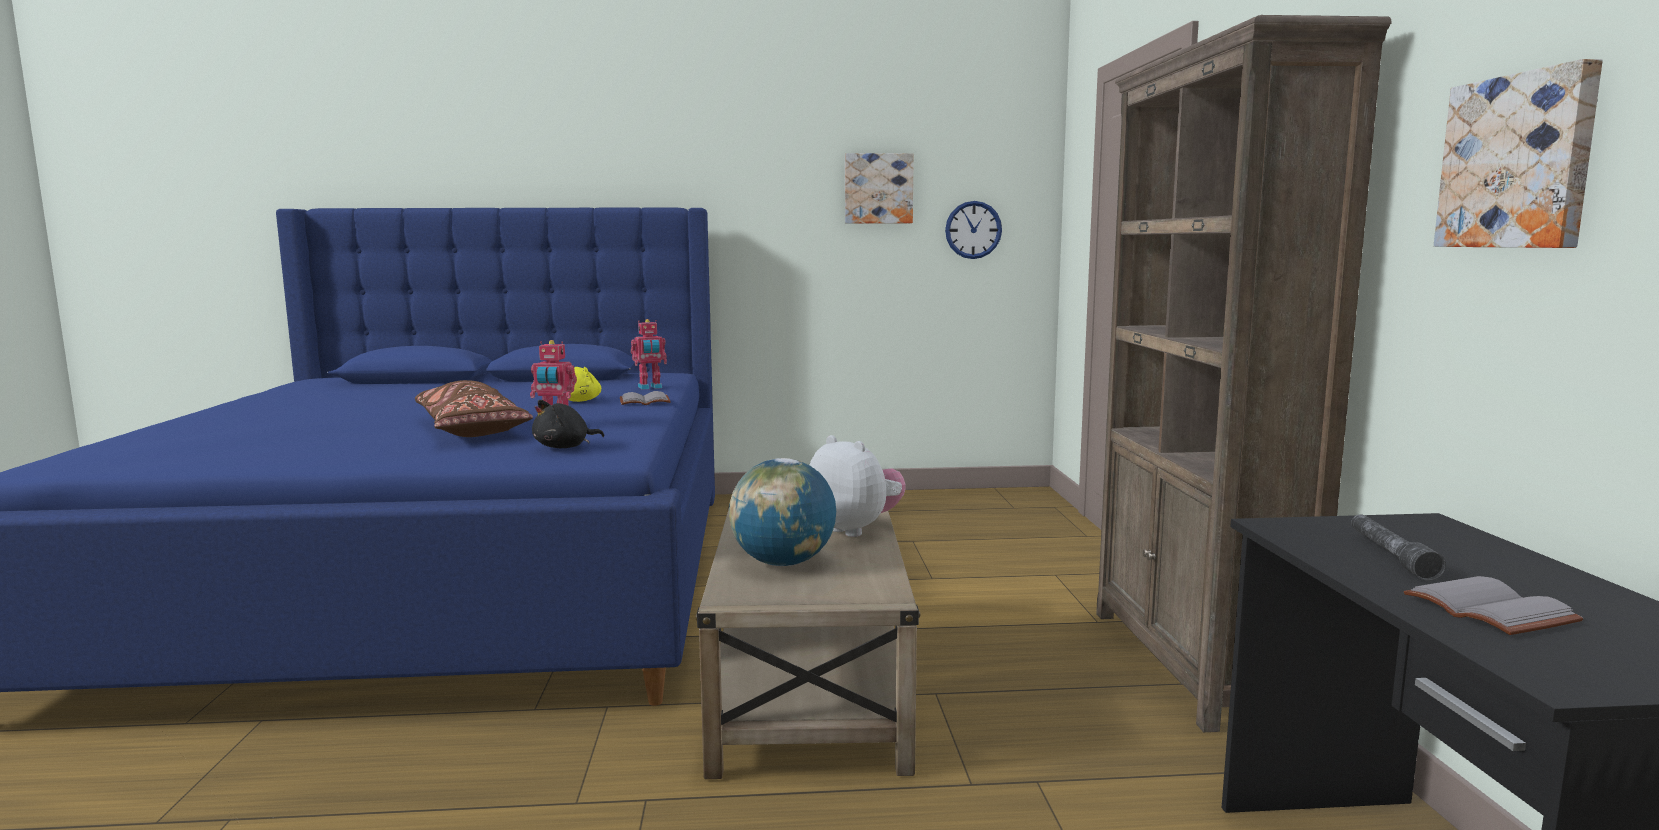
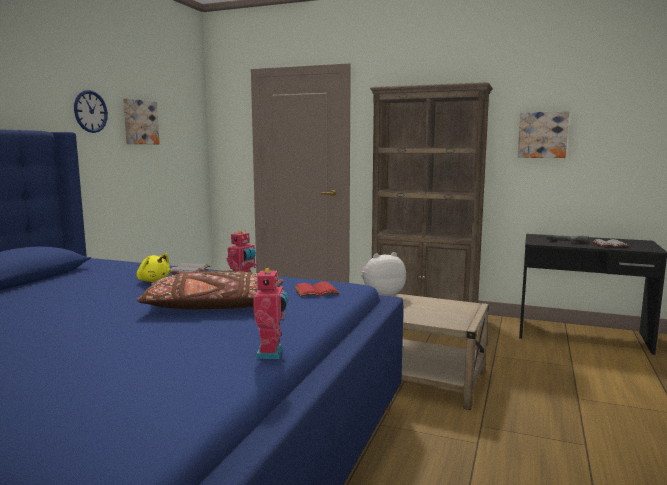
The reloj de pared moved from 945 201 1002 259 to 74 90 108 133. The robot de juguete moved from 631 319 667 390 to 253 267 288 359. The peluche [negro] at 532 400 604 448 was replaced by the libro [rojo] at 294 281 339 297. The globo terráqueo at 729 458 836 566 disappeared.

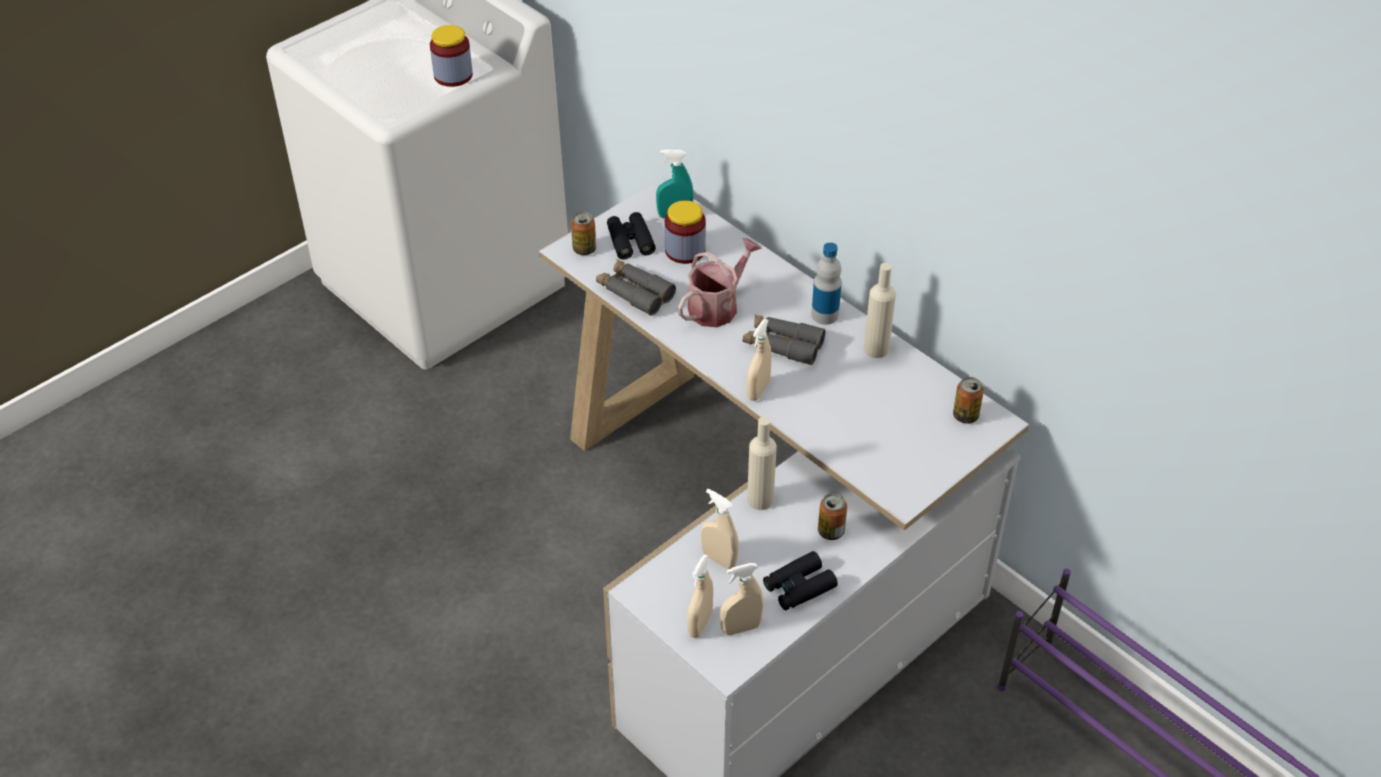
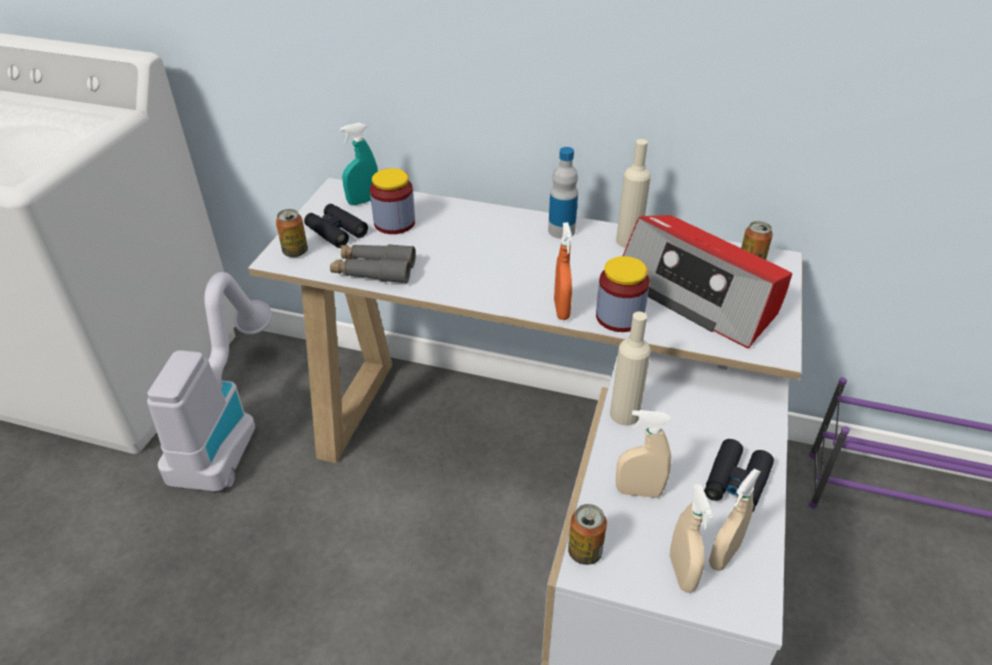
The aspiradora at 147 272 272 491 appeared. The pulverizador [beis] at 747 319 772 401 became the pulverizador [naranja] at 554 222 572 320. The lata moved from 818 493 847 540 to 568 504 607 565. The tarro moved from 430 25 473 87 to 596 256 650 332. The radio at 623 215 792 349 appeared. The regadera at 678 238 762 327 disappeared. The prismáticos [gris] at 743 315 826 365 disappeared.

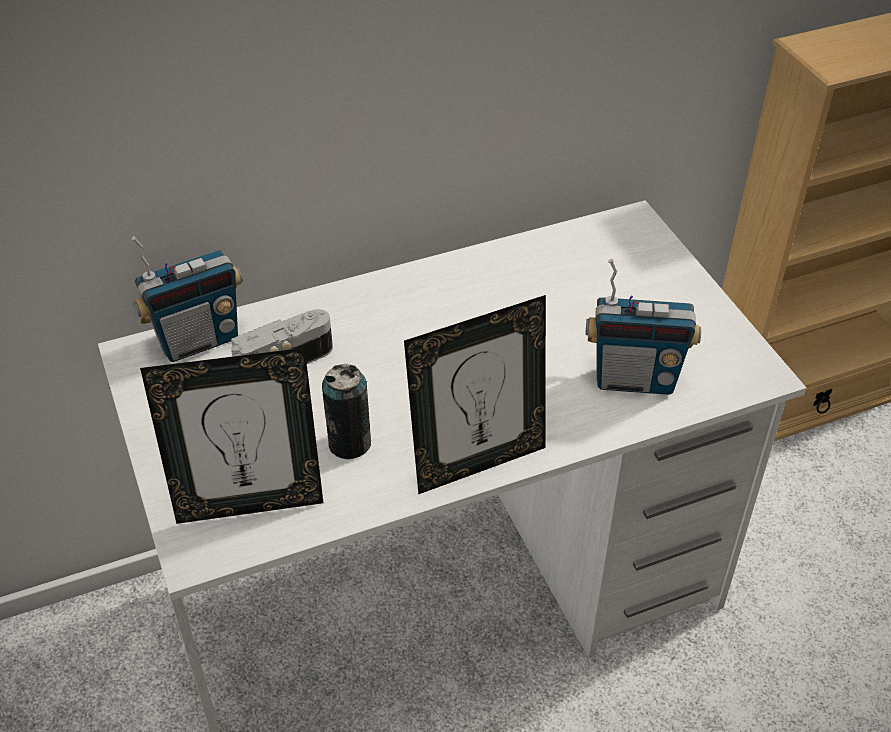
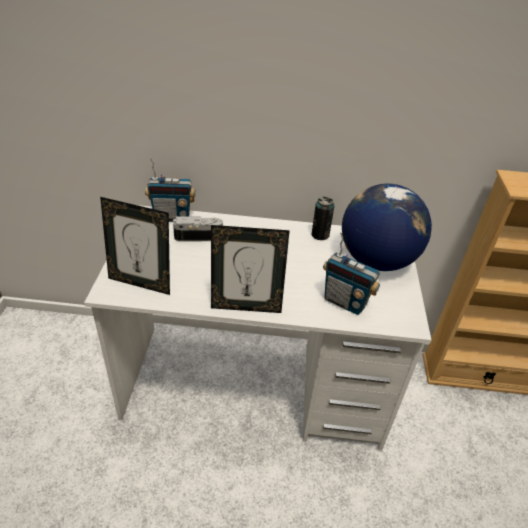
The lata moved from 322 364 371 460 to 311 197 334 240. The globo terráqueo at 342 184 432 271 appeared.

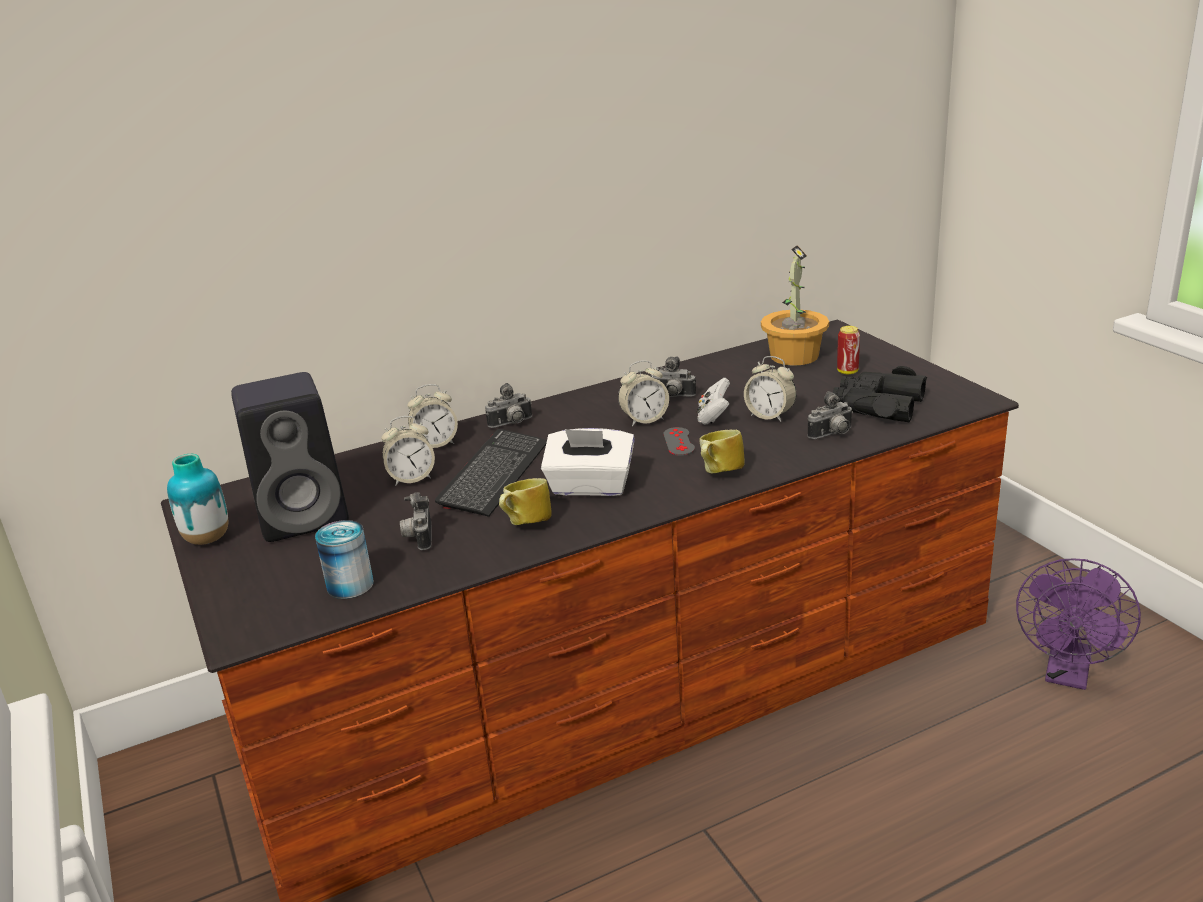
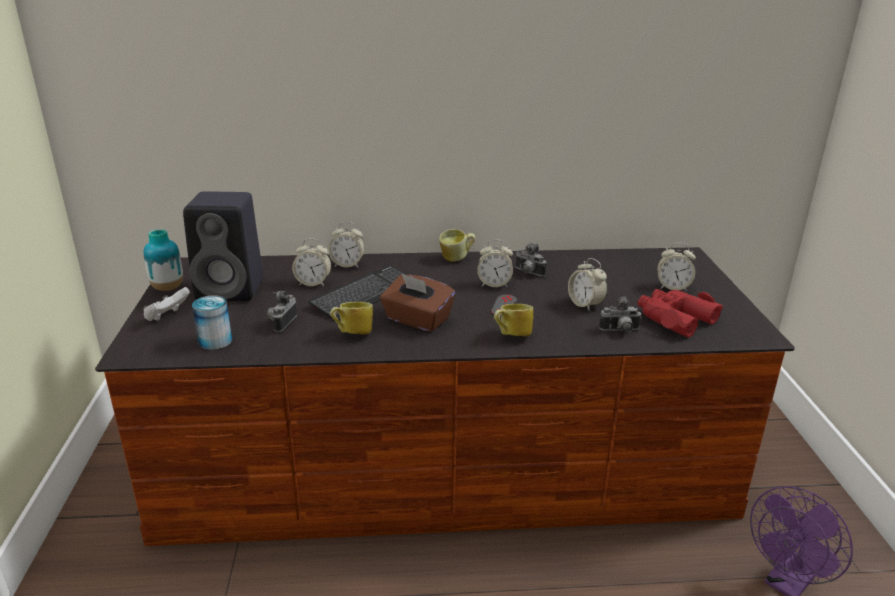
The mando de consola [blanco] moved from 696 378 730 425 to 143 287 190 321. The caja de pañuelos [blanco] at 541 428 635 496 became the caja de pañuelos [marrón] at 380 274 455 332. The taza grande at 439 229 475 262 appeared. The prismáticos [negro] at 833 366 927 422 became the prismáticos [rojo] at 638 289 723 338. The lata at 837 326 860 374 was replaced by the despertador at 657 243 696 291. The cámara at 485 383 532 428 disappeared. The planta en maceta at 761 245 829 366 disappeared.

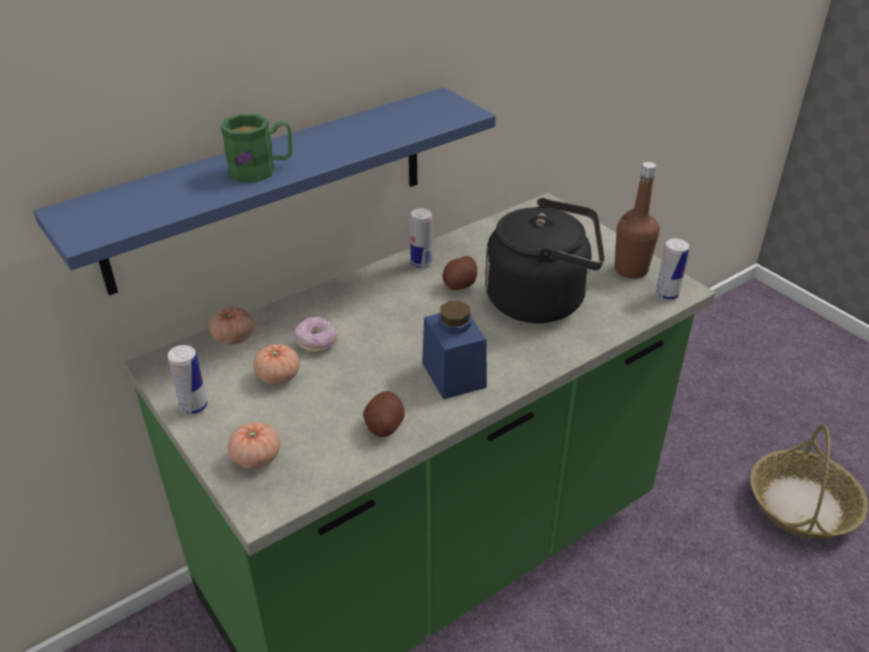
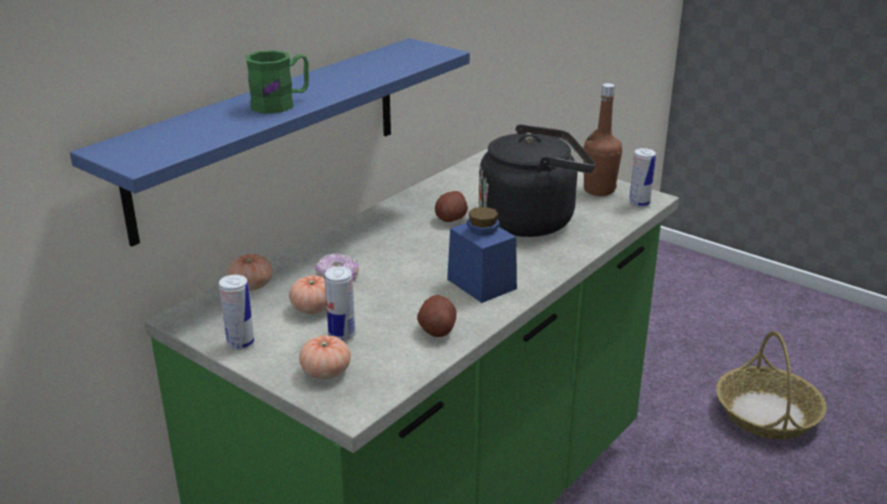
The lata moved from 410 208 432 268 to 325 267 355 341.

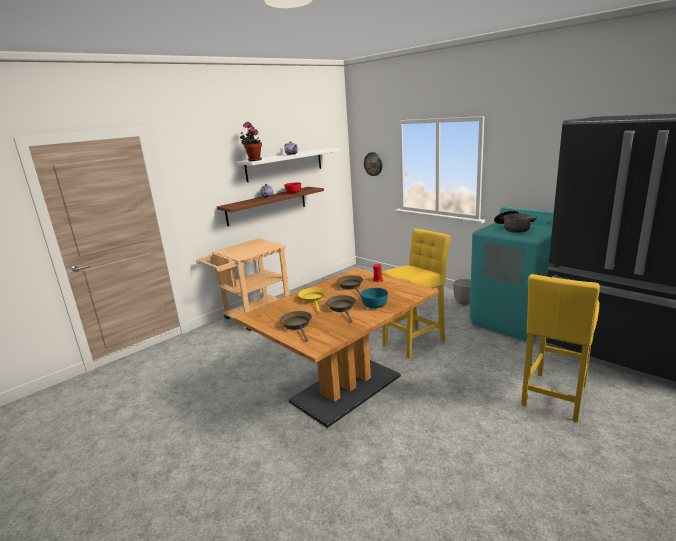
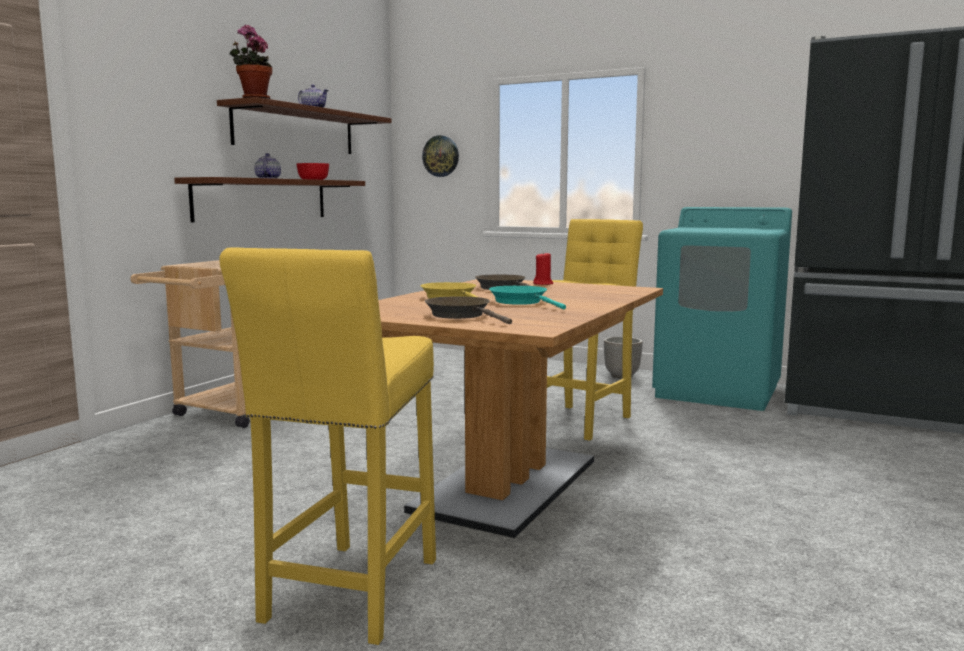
The estante [blanco] at 237 148 341 182 became the estante [marrón] at 217 97 392 154. The taburete [amarillo] moved from 521 274 600 422 to 219 247 436 645. The sartén [marrón] at 326 295 356 322 became the sartén [turquesa] at 489 286 566 309. The cuenco [turquesa] at 361 288 388 309 disappeared. The olla at 494 211 537 233 disappeared.

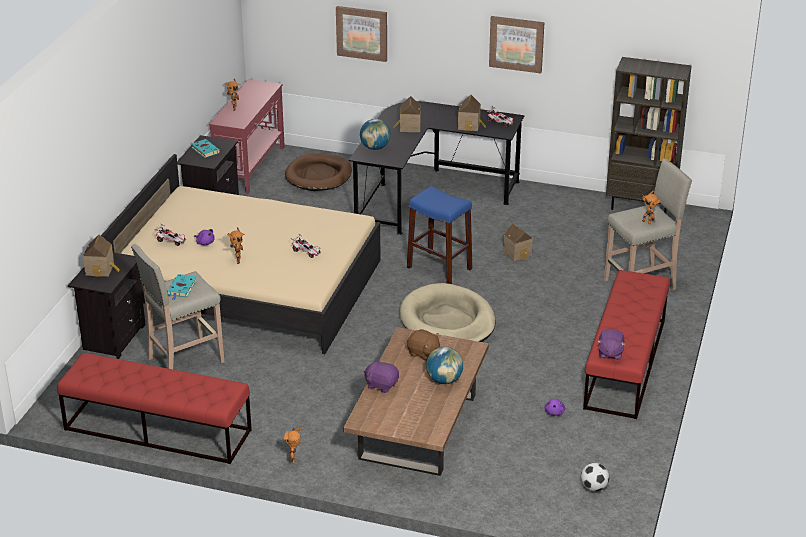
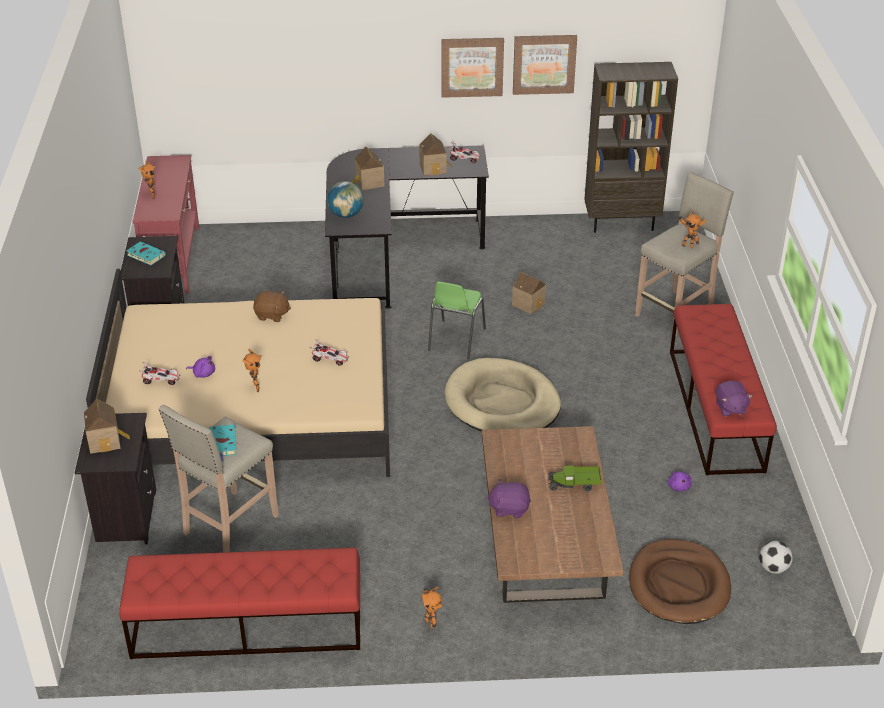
The peluche [marrón] moved from 407 329 440 361 to 253 291 291 322. The taburete [azul] at 407 186 472 284 was replaced by the silla [verde] at 428 282 486 359. The cuadro moved from 336 6 387 62 to 513 35 577 95. The globo terráqueo at 426 347 463 384 was replaced by the camión de juguete at 548 465 602 492. The cama para perro [marrón] moved from 285 153 352 191 to 629 539 731 624.

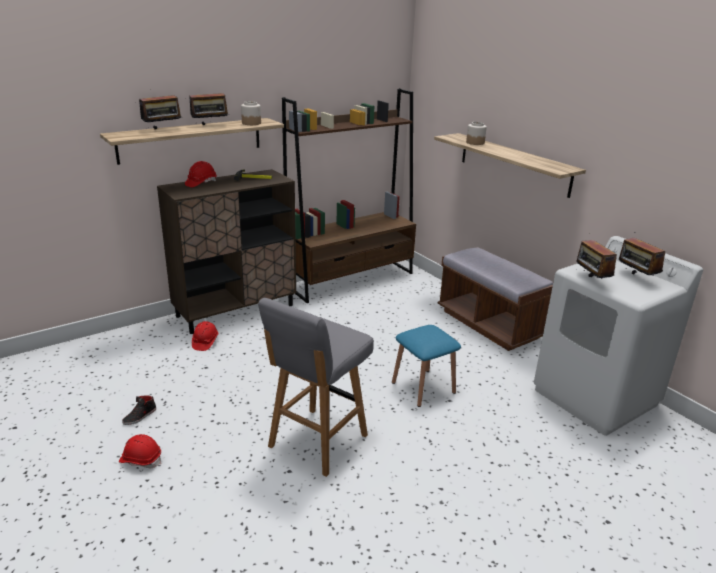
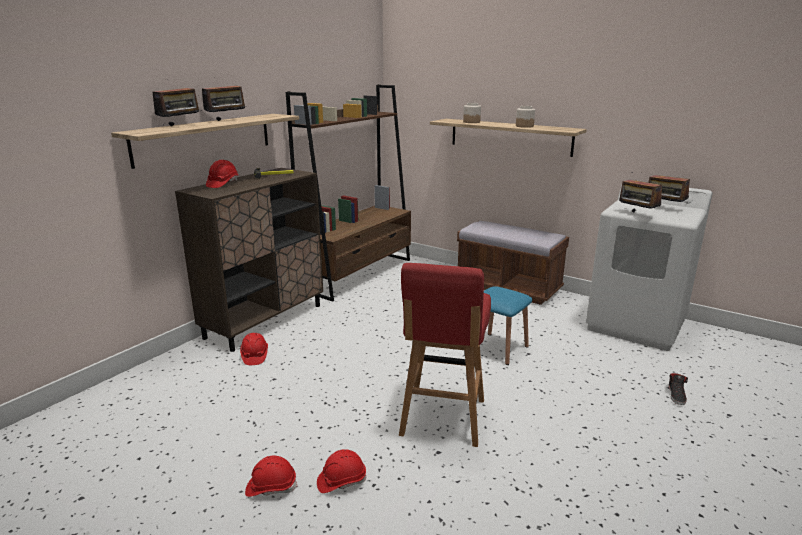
The casco [rojo] at 317 449 366 493 appeared. The taburete [gris] at 258 298 374 477 became the taburete [rojo] at 399 263 491 447. The tarro moved from 241 101 261 125 to 516 106 535 128. The zapato [negro] moved from 122 396 156 425 to 668 373 688 405.

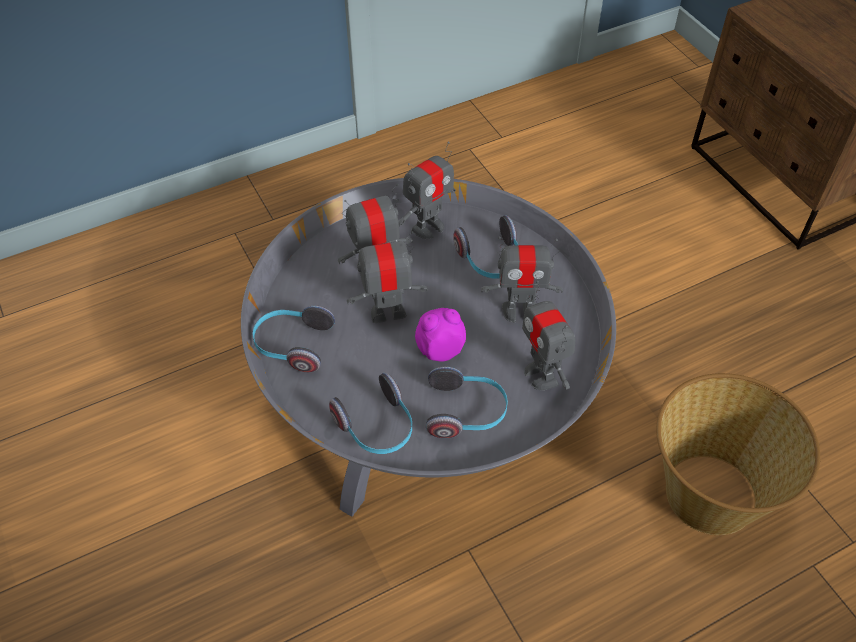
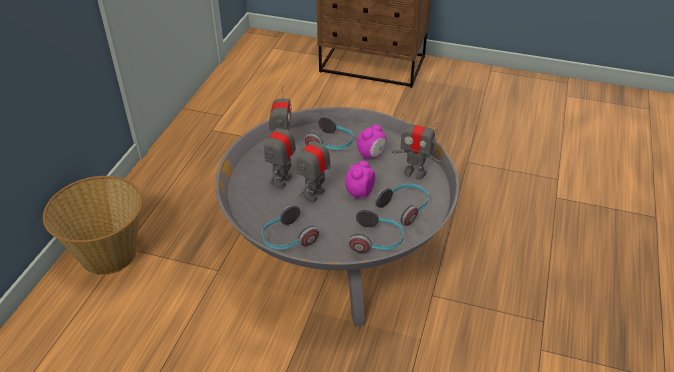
The cesta moved from 656 373 820 535 to 43 176 143 275. The robot de juguete at 481 236 563 323 was replaced by the despertador at 357 125 386 159.

